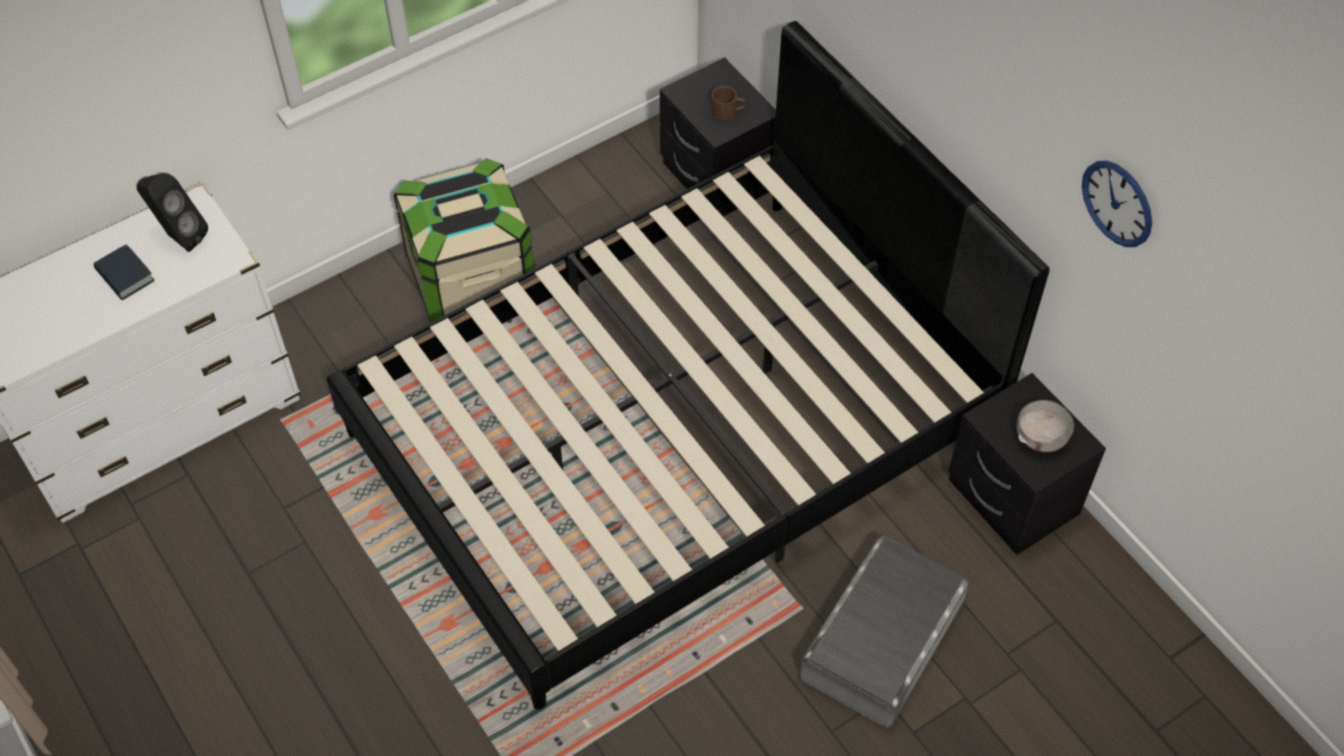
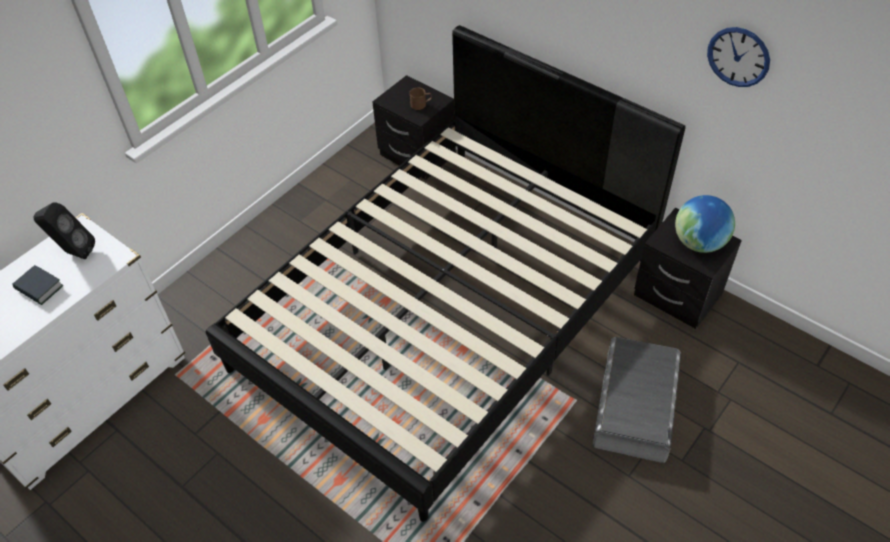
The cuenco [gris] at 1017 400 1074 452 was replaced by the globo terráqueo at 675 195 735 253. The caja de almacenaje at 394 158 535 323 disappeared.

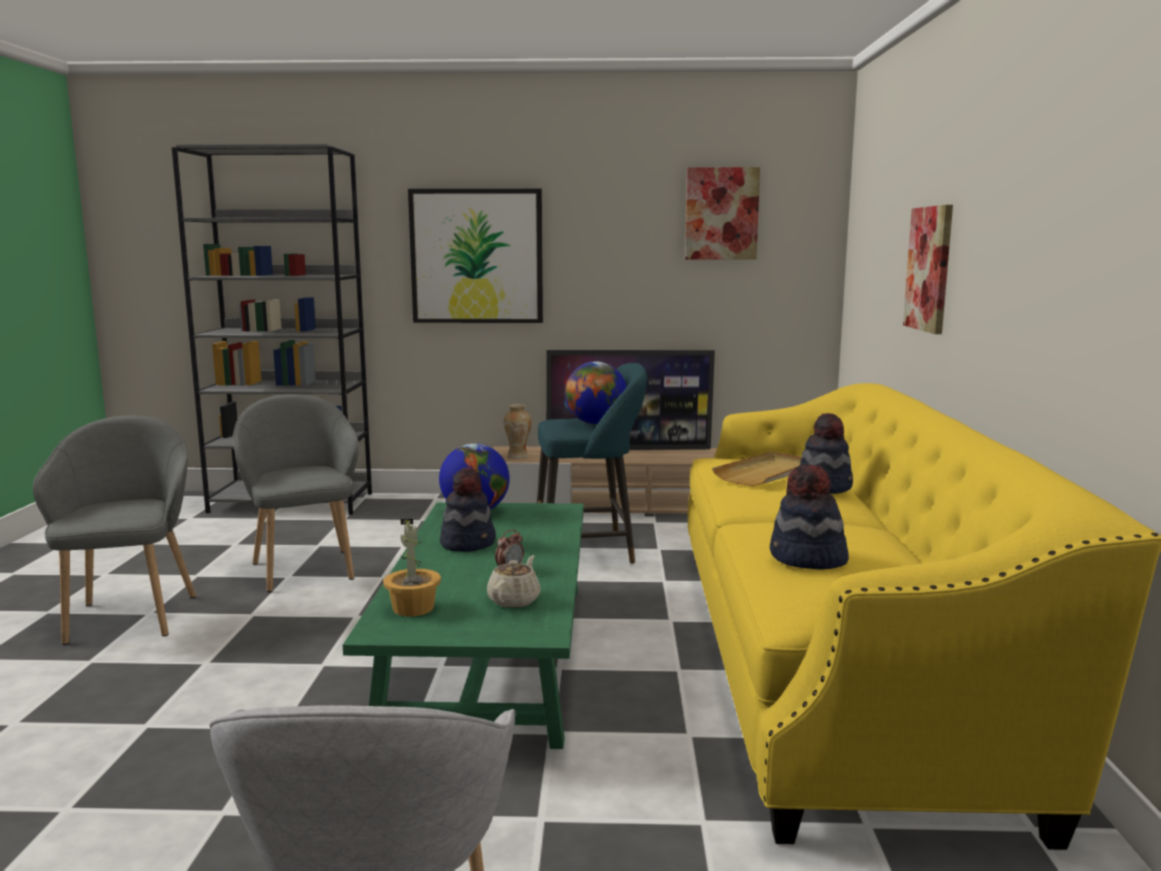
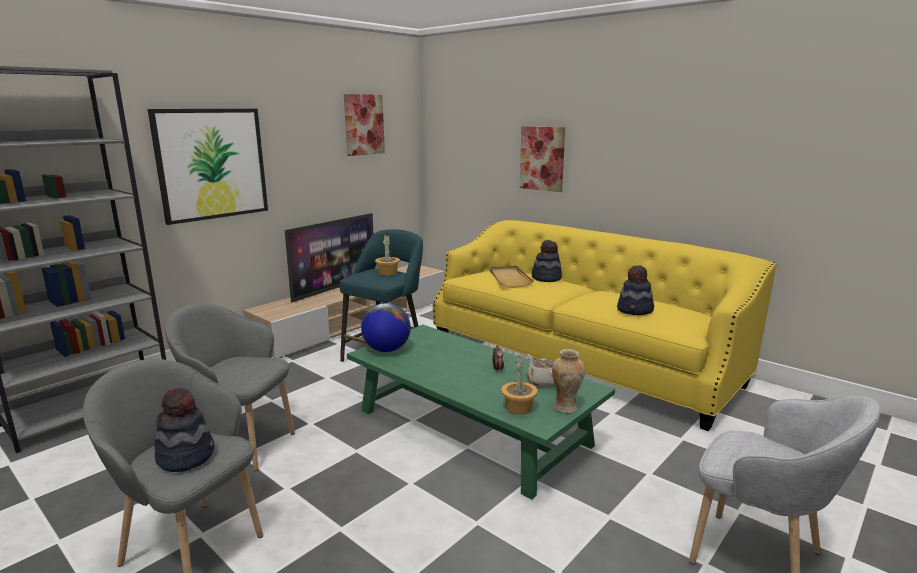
The sombrero moved from 440 467 496 552 to 154 388 214 472. The globo terráqueo at 565 362 627 424 was replaced by the planta en maceta at 375 233 400 276. The florero moved from 504 404 532 459 to 552 349 585 413.

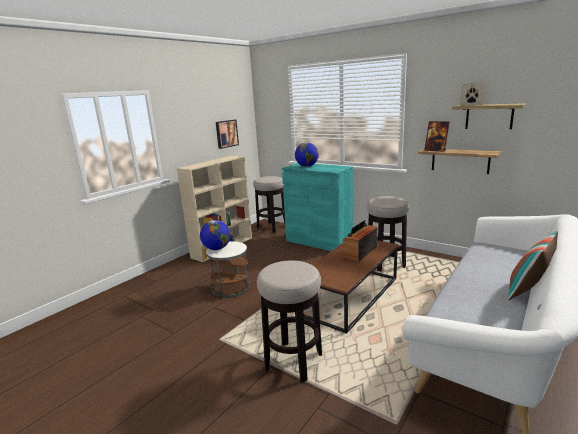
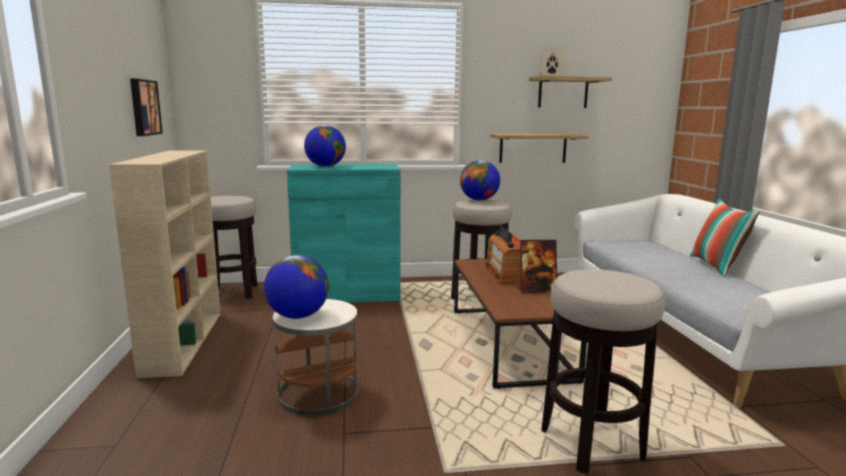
The globo terráqueo at 460 160 500 201 appeared. The portarretratos moved from 424 121 450 152 to 518 240 557 294.

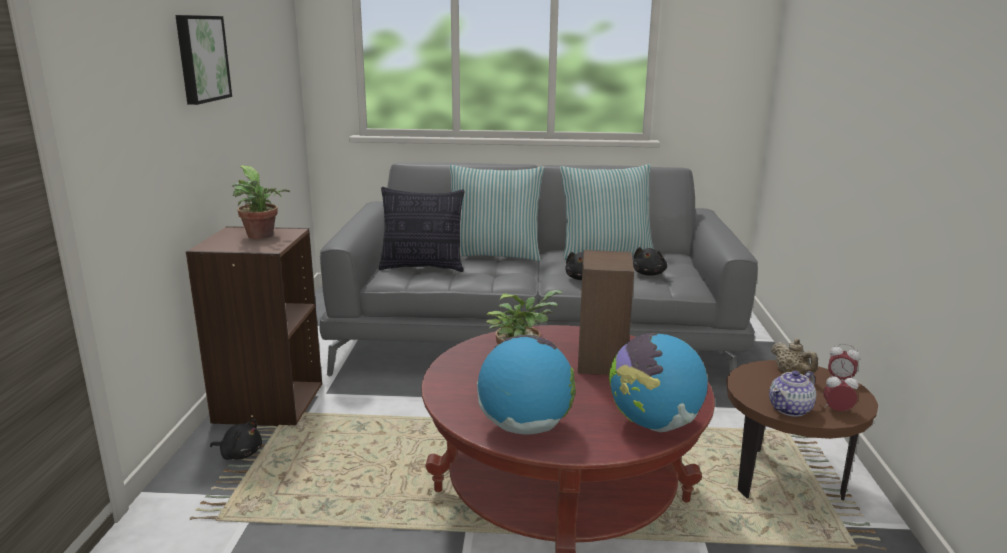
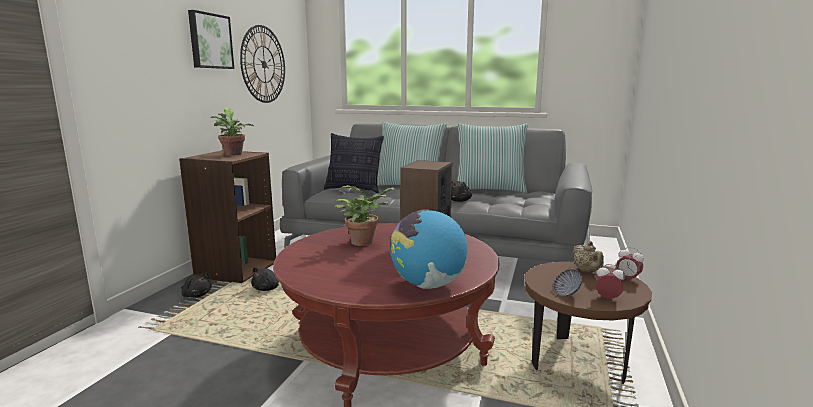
The reloj de pared at 240 25 285 103 appeared. The peluche [negro] moved from 633 247 667 275 to 251 267 279 291. The tetera at 769 370 816 417 was replaced by the cuenco at 553 269 582 297. The globo terráqueo at 477 335 576 435 disappeared.

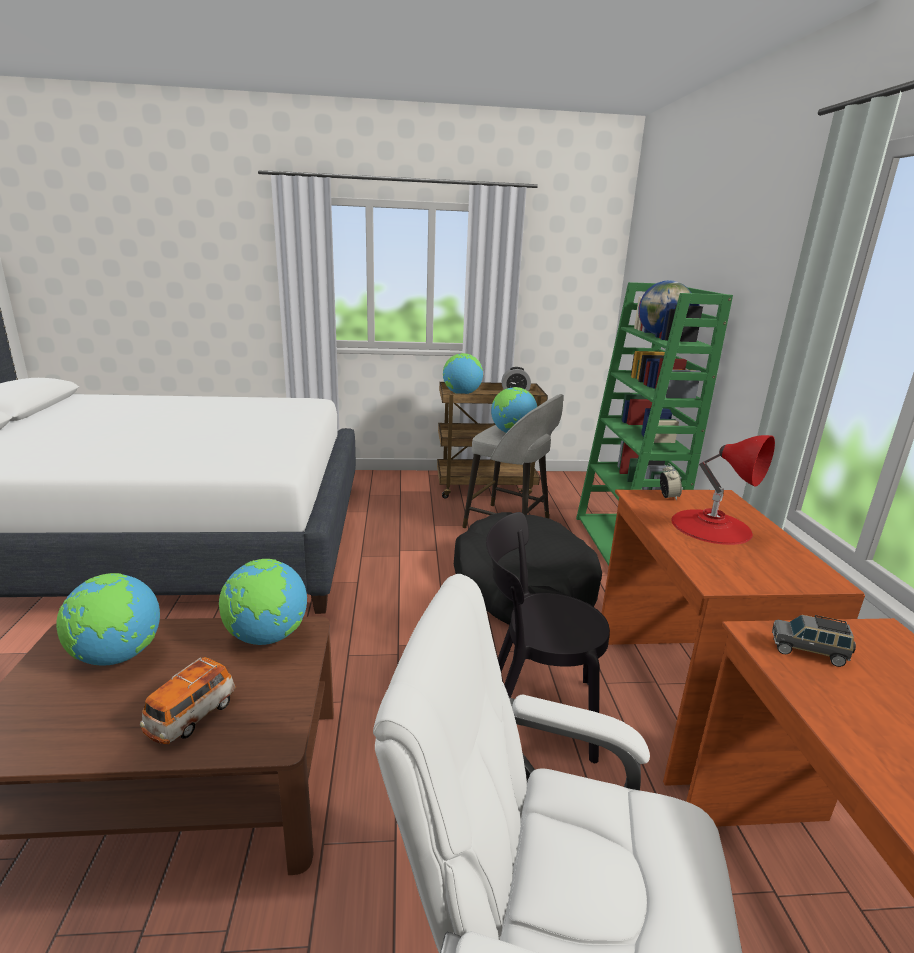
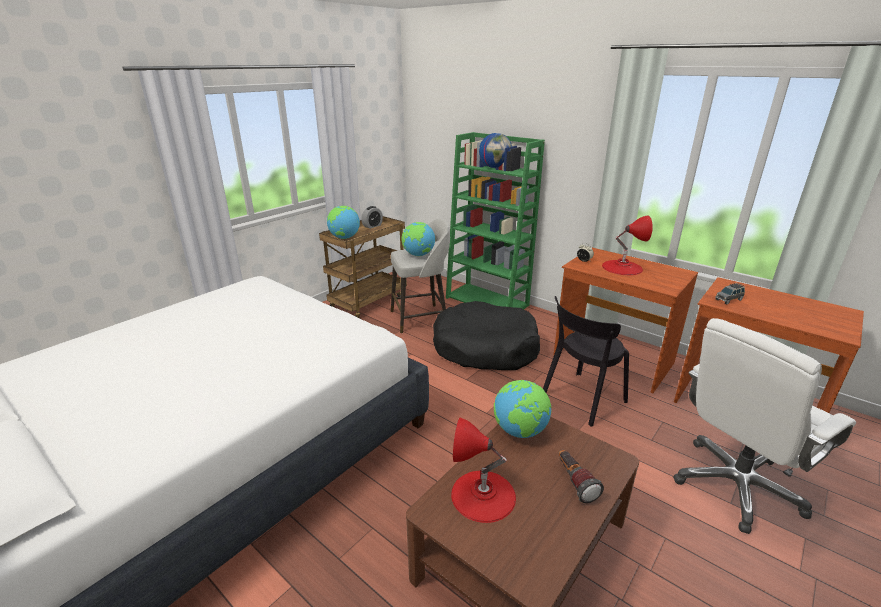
The globo terráqueo at 56 573 160 666 was replaced by the lámpara de mesa [rojo] at 451 418 516 523. The coche de juguete at 140 657 236 744 was replaced by the linterna at 559 450 604 503.

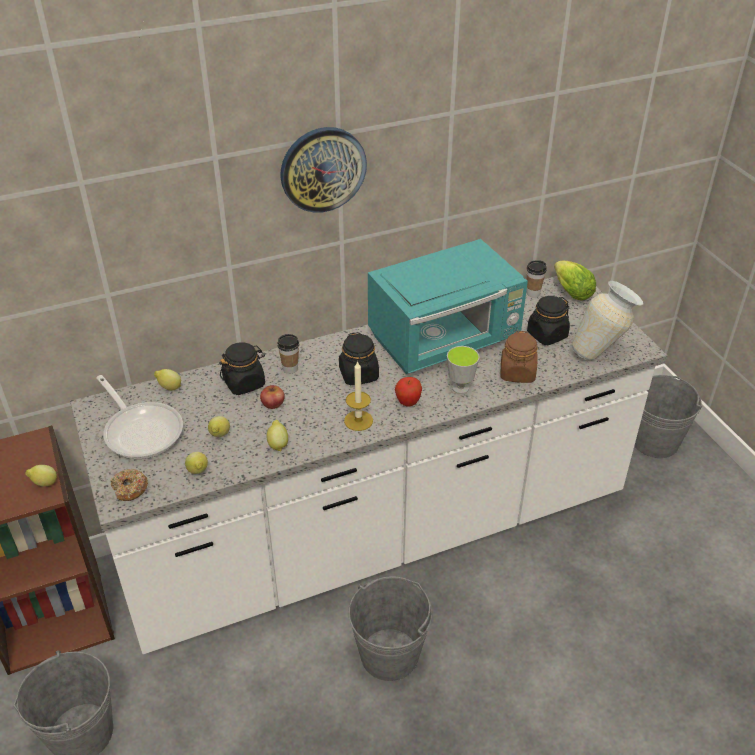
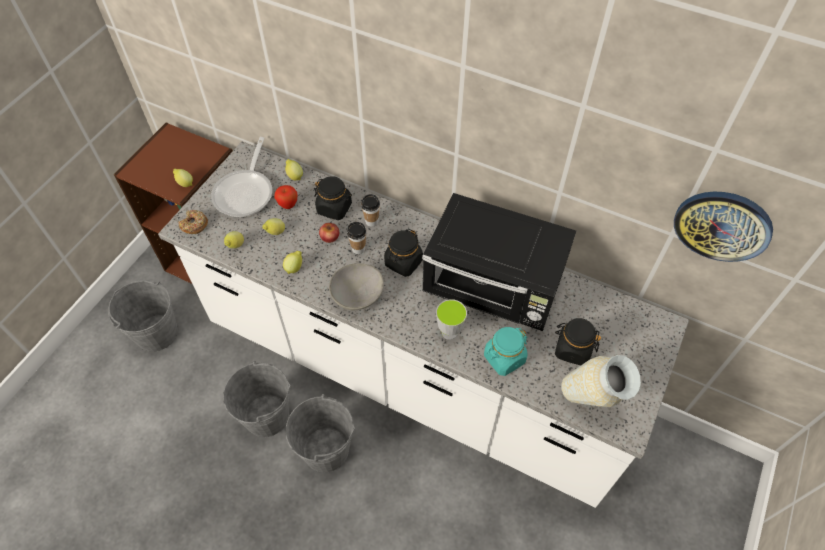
The cubo [gris] moved from 634 375 702 458 to 223 361 291 437. The manzana moved from 395 377 422 407 to 275 185 297 209. The vela at 344 361 373 431 was replaced by the cuenco [gris] at 329 263 384 310. The taza moved from 526 260 547 297 to 347 222 367 254. The microondas [turquesa] at 368 239 528 374 became the microondas [negro] at 422 193 576 331. The tarro [marrón] at 500 331 538 383 became the tarro [turquesa] at 484 327 527 376. The reloj de pared moved from 280 127 367 213 to 674 192 773 262. The lechuga at 554 261 596 301 disappeared.

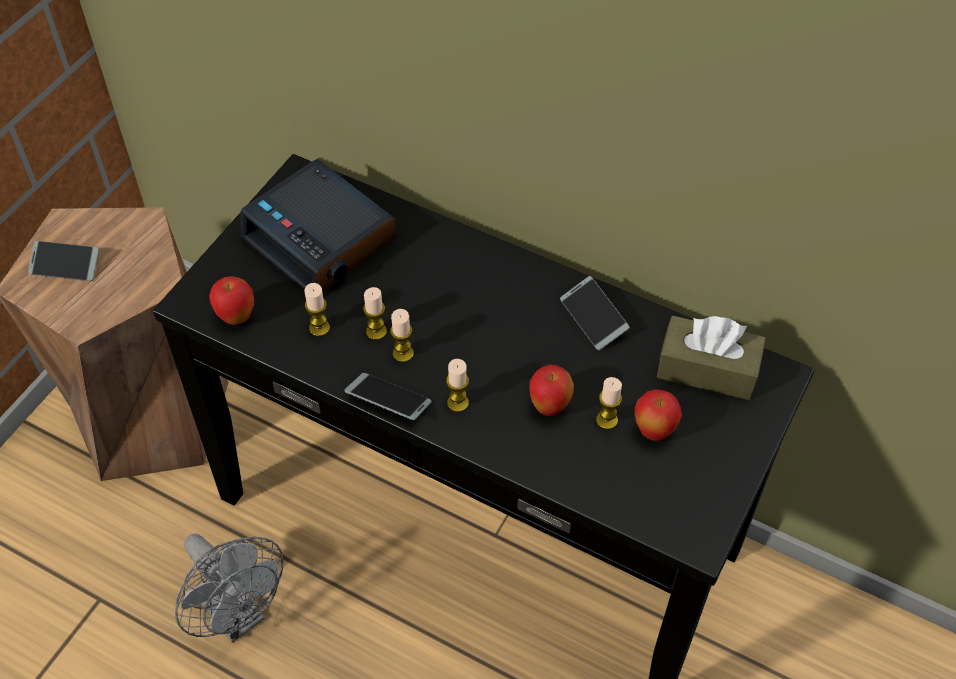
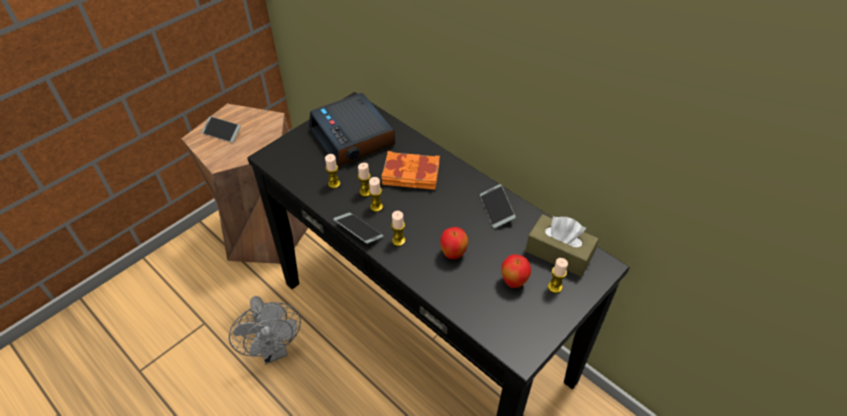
The libro [naranja] at 382 151 440 190 appeared. The vela moved from 596 377 622 430 to 548 258 568 293. The manzana at 209 276 254 325 disappeared.

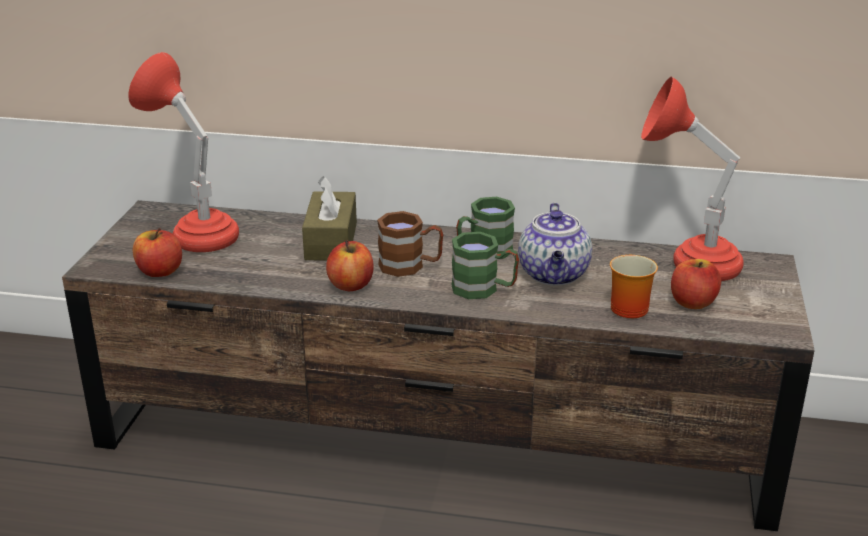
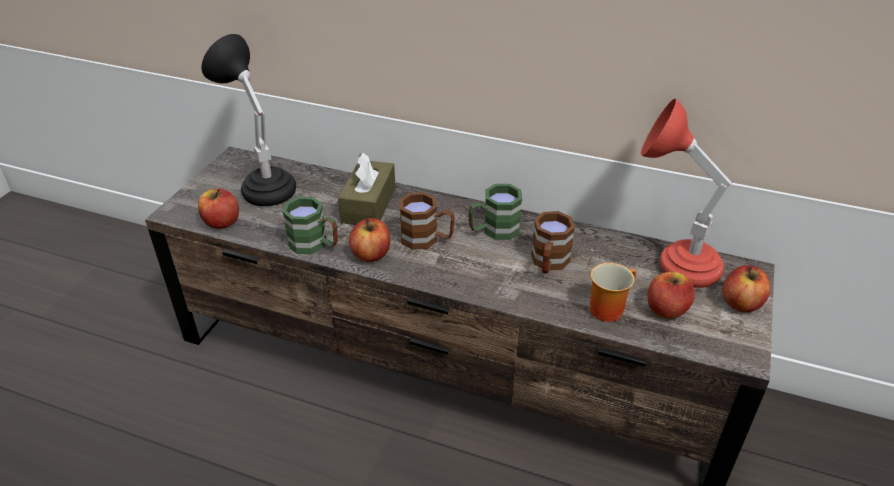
The lámpara de mesa [rojo] at 128 52 239 252 became the lámpara de mesa [negro] at 202 34 296 206. The taza grande [verde] moved from 451 232 519 299 to 282 197 338 254. The tetera at 518 203 592 286 was replaced by the taza grande [marrón] at 531 211 575 273. The manzana at 723 265 770 312 appeared.

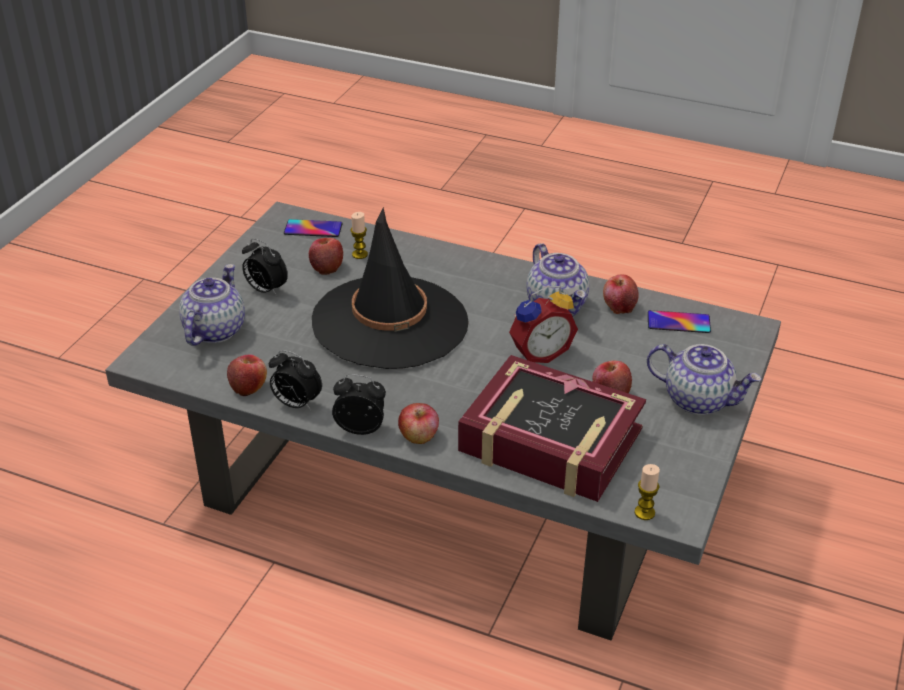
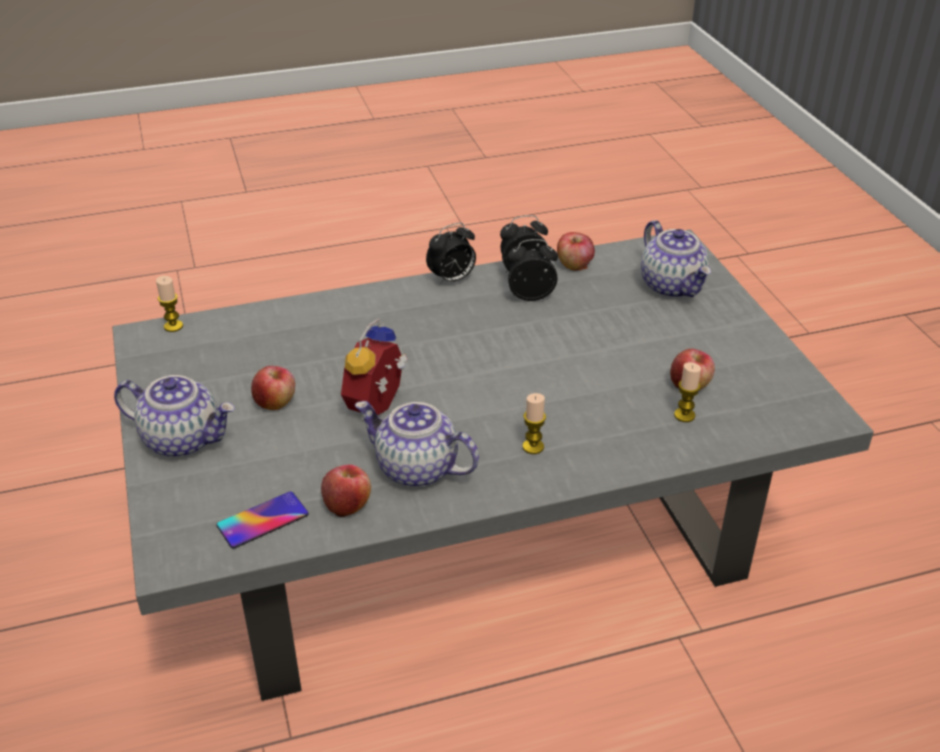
The tetera at 647 344 761 415 turned 150 degrees counterclockwise. The despertador moved from 242 239 288 296 to 508 239 558 301. The vela at 523 393 546 454 appeared. The móvil at 284 219 343 237 disappeared. The sombrero [negro] at 312 207 469 369 disappeared. The manzana at 398 403 439 444 disappeared. The libro at 458 355 646 502 disappeared.

